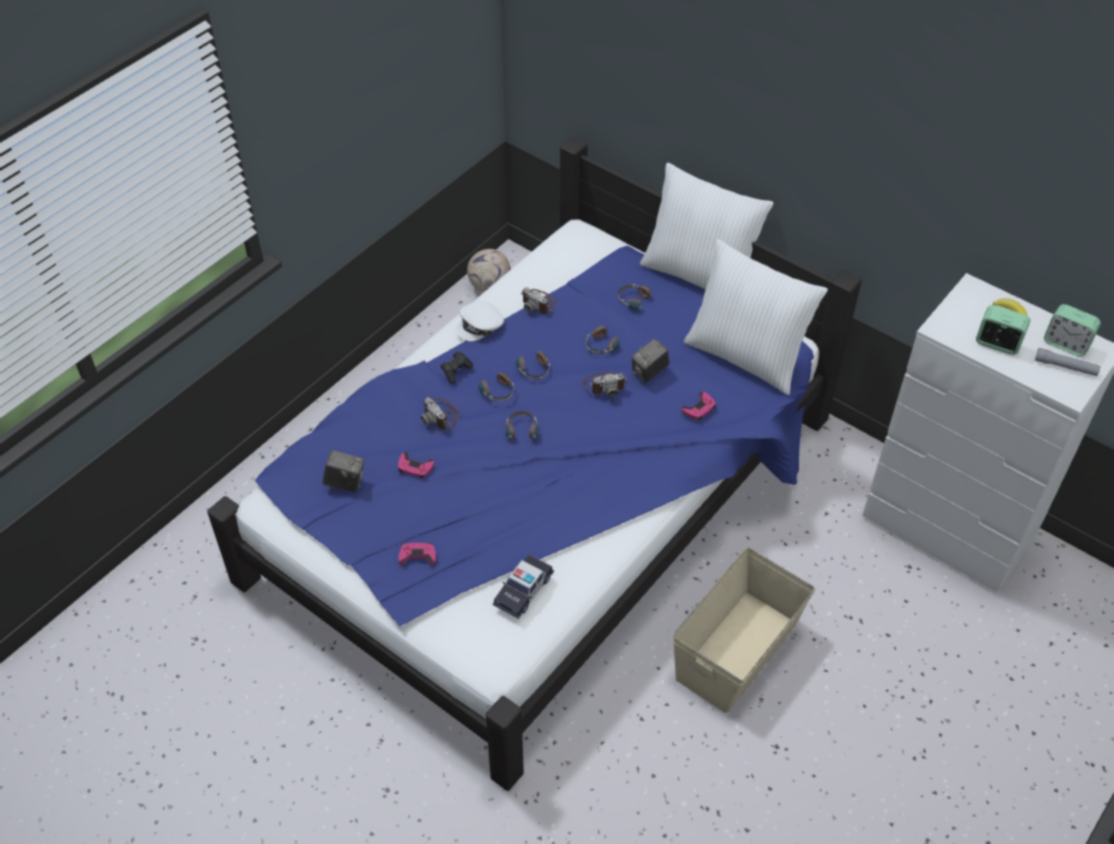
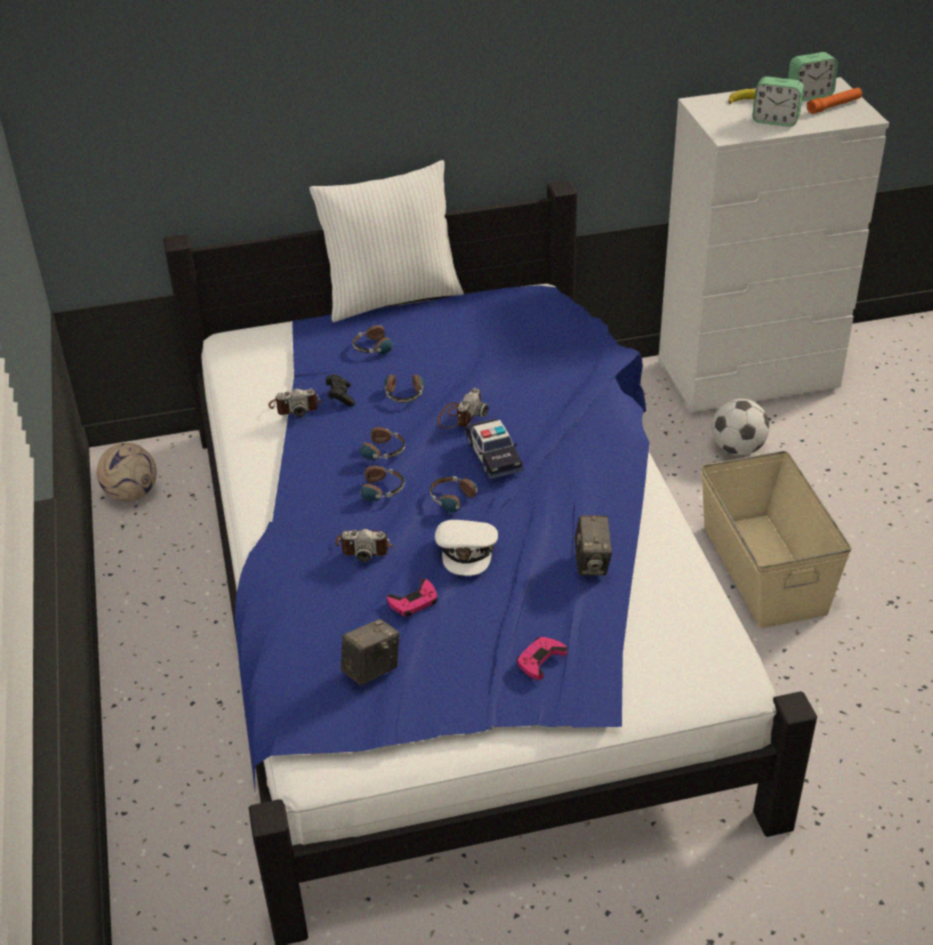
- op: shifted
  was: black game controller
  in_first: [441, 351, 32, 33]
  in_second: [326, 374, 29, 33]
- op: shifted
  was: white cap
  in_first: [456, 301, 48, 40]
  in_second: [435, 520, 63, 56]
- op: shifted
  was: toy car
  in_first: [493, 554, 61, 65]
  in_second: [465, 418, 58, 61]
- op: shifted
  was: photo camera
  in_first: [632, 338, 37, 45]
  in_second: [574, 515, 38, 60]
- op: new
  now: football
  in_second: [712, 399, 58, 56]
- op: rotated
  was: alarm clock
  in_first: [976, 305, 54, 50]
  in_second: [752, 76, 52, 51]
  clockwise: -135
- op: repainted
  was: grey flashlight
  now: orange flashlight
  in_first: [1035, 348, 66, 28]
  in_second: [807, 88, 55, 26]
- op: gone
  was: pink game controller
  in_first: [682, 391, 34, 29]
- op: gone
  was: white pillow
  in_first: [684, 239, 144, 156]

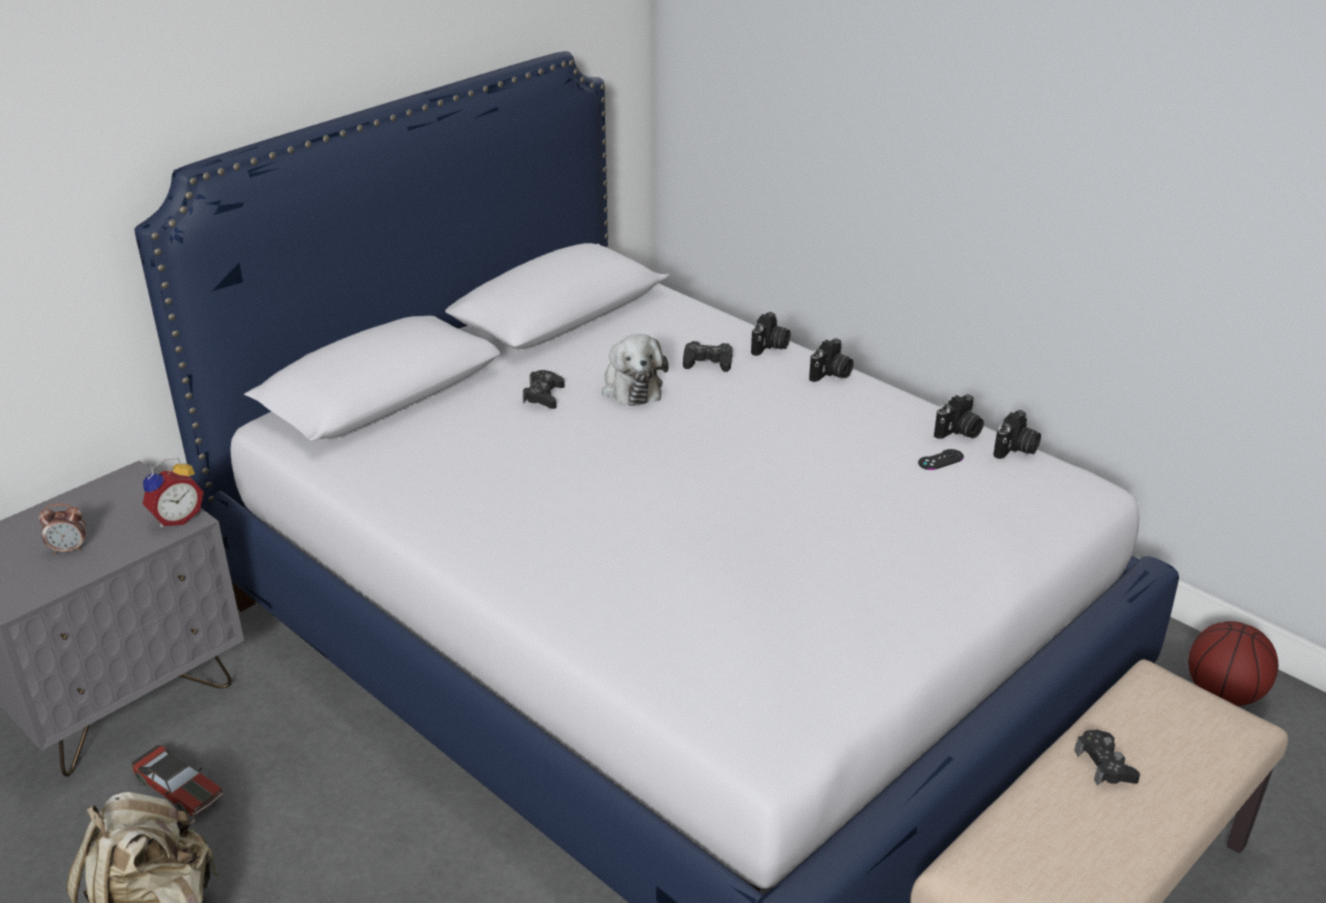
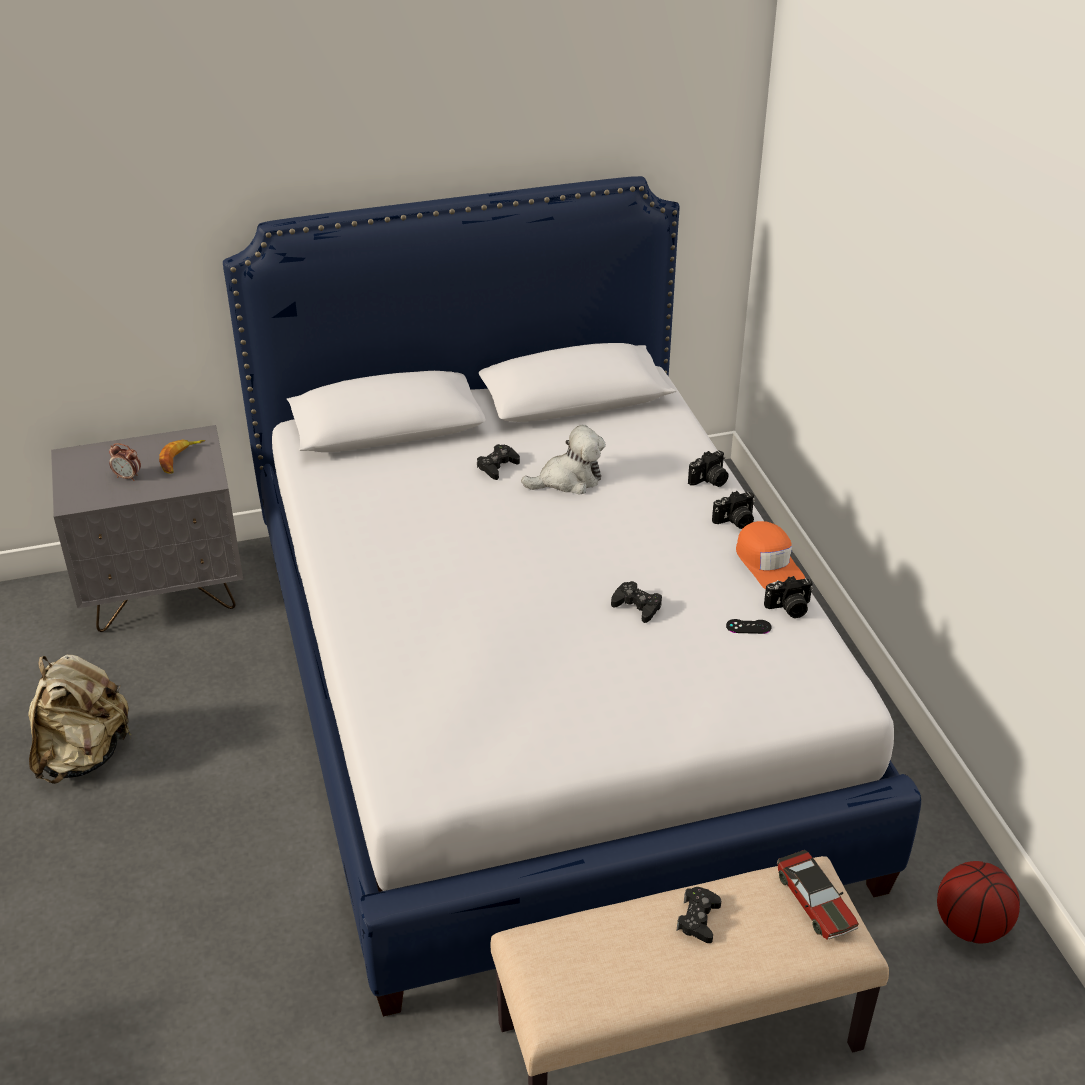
- op: new
  now: banana
  in_second: [159, 440, 46, 34]
- op: rotated
  was: plush toy
  in_first: [602, 334, 67, 72]
  in_second: [521, 425, 85, 70]
  clockwise: -120
- op: shifted
  was: black game controller
  in_first: [683, 341, 50, 31]
  in_second: [611, 581, 51, 42]
- op: new
  now: orange cap
  in_second: [736, 521, 69, 69]
- op: shifted
  was: toy car
  in_first: [131, 745, 92, 71]
  in_second: [777, 850, 82, 90]
- op: gone
  was: alarm clock
  in_first: [143, 457, 61, 71]
- op: gone
  was: photo camera
  in_first: [993, 410, 48, 49]

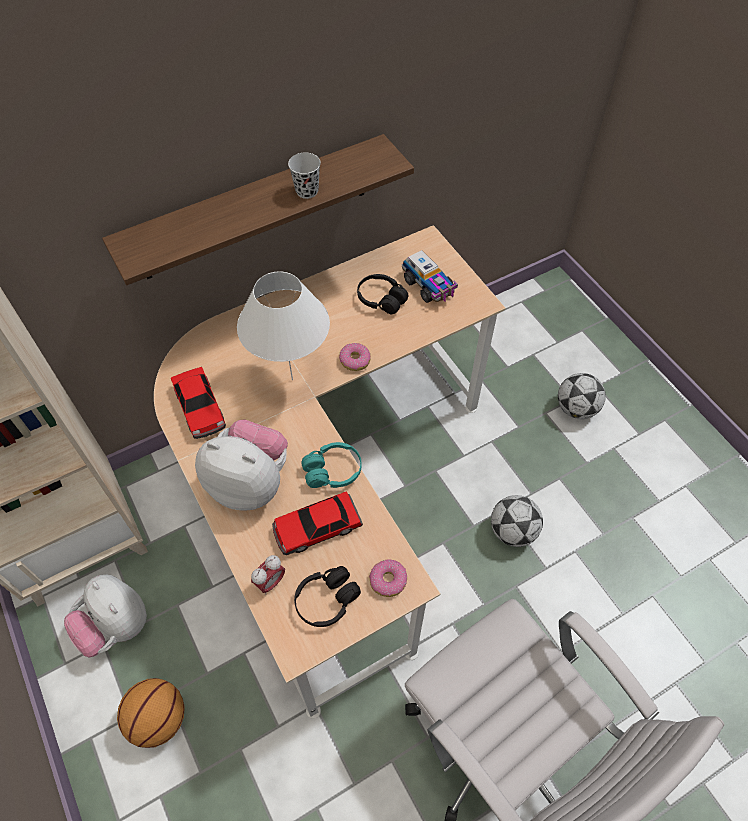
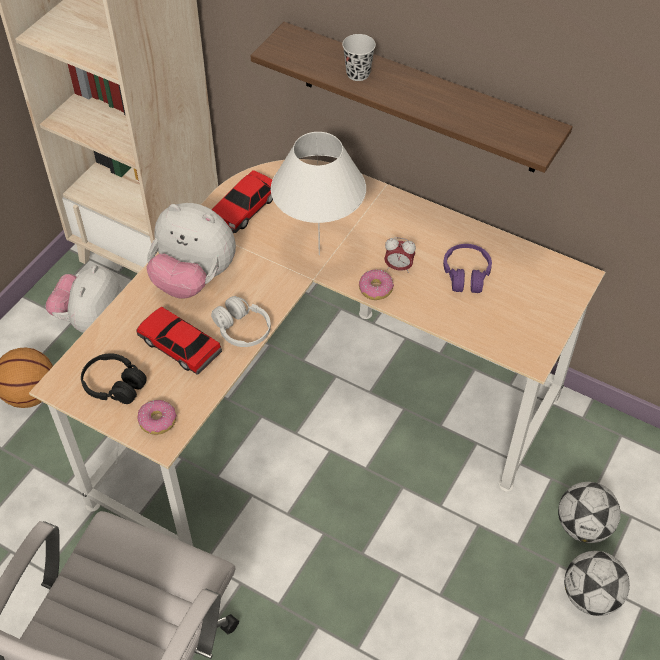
- op: rotated
  was: plush toy
  in_first: [195, 419, 93, 92]
  in_second: [146, 203, 90, 96]
  clockwise: 120
- op: repainted
  was: turquoise headphones
  now: white headphones
  in_first: [301, 442, 61, 46]
  in_second: [211, 296, 60, 51]
- op: shifted
  was: black cup
  in_first: [288, 152, 33, 47]
  in_second: [342, 34, 34, 47]
- op: shifted
  was: alarm clock
  in_first: [251, 555, 34, 39]
  in_second: [384, 237, 32, 36]
- op: repainted
  was: black headphones
  now: purple headphones
  in_first: [357, 274, 51, 40]
  in_second: [443, 244, 49, 49]
- op: shifted
  was: football
  in_first: [491, 495, 52, 52]
  in_second: [558, 482, 63, 61]
- op: gone
  was: toy truck
  in_first: [402, 250, 56, 53]

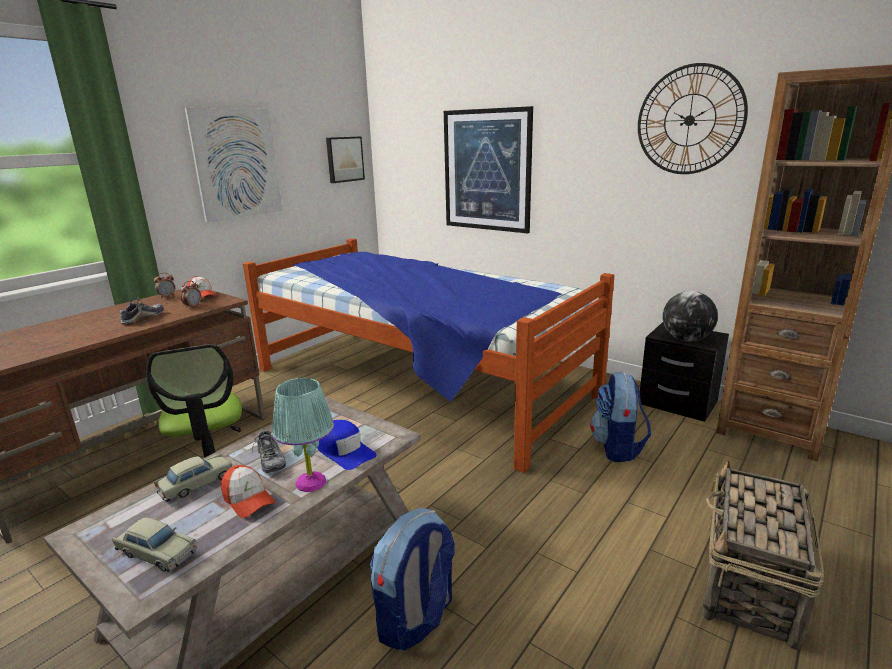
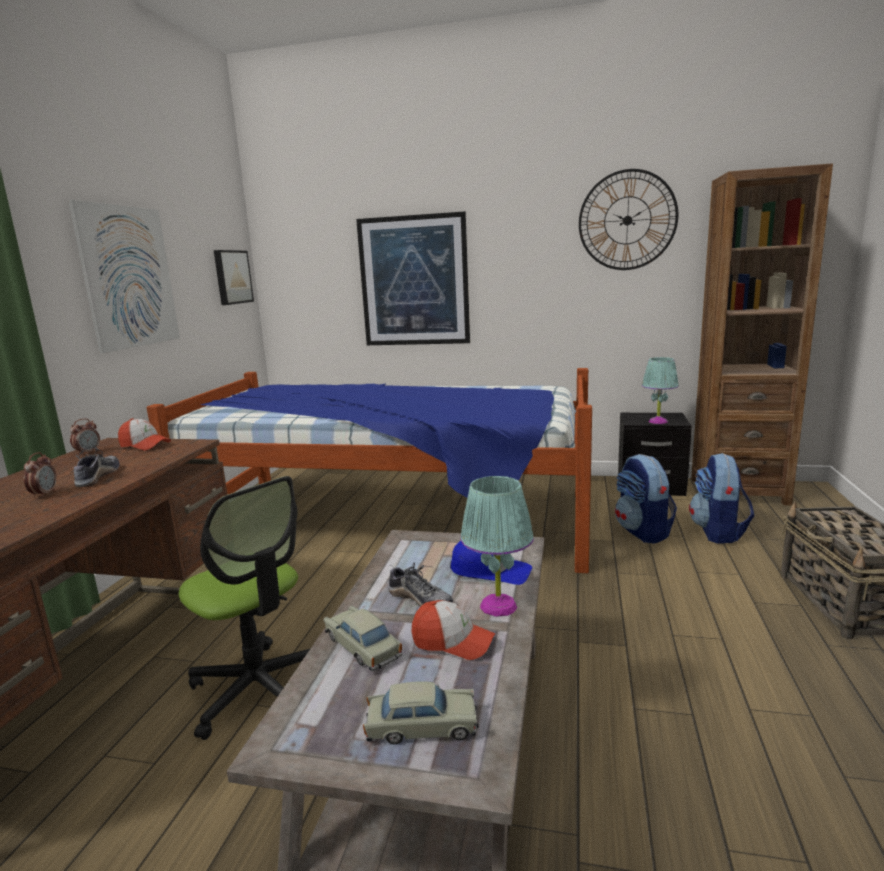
- op: shifted
  was: alarm clock
  in_first: [181, 281, 20, 26]
  in_second: [24, 452, 32, 46]
- op: rotated
  was: beige toy car
  in_first: [154, 453, 78, 49]
  in_second: [323, 606, 79, 65]
  clockwise: -60
- op: swapped
  was: globe
  now: turquoise table lamp
  in_first: [663, 291, 55, 51]
  in_second: [642, 357, 37, 67]
- op: shifted
  was: backpack
  in_first: [370, 508, 85, 143]
  in_second: [689, 453, 65, 91]

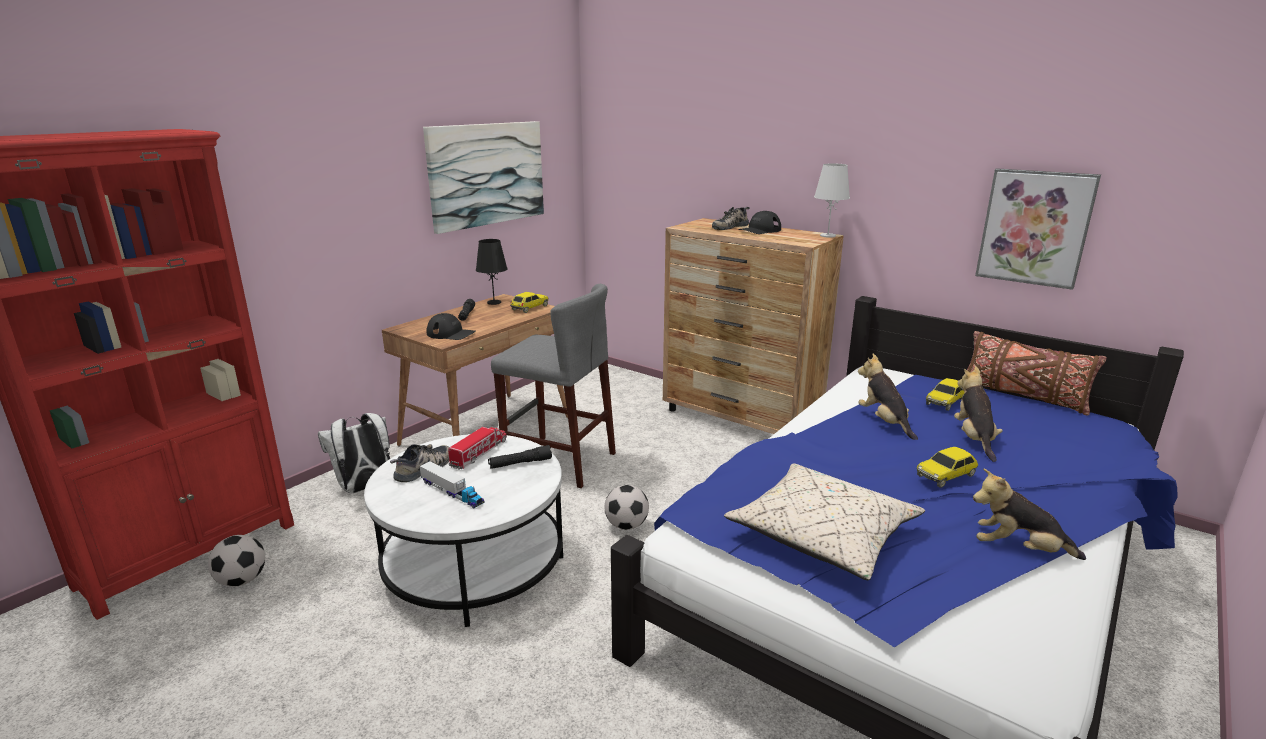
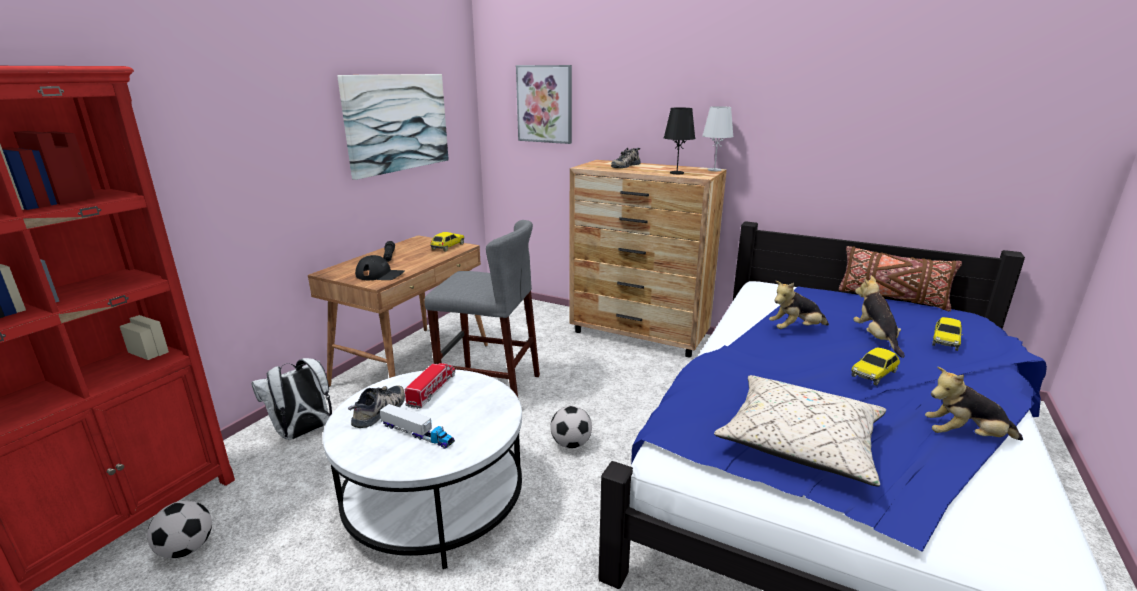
- op: shifted
  was: picture
  in_first: [975, 168, 126, 122]
  in_second: [516, 65, 56, 79]
- op: shifted
  was: black table lamp
  in_first: [476, 239, 32, 66]
  in_second: [664, 108, 32, 66]
- op: rotated
  was: plush toy
  in_first: [858, 354, 60, 86]
  in_second: [769, 281, 60, 48]
  clockwise: -75
- op: shifted
  was: toy car
  in_first: [926, 378, 38, 33]
  in_second: [932, 317, 31, 34]
- op: gone
  was: black flashlight
  in_first: [488, 445, 64, 24]
- op: gone
  was: black cap
  in_first: [738, 211, 43, 23]

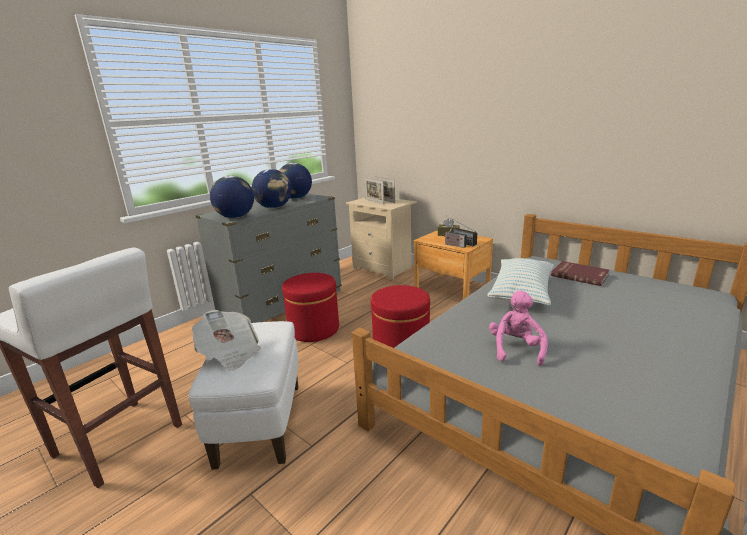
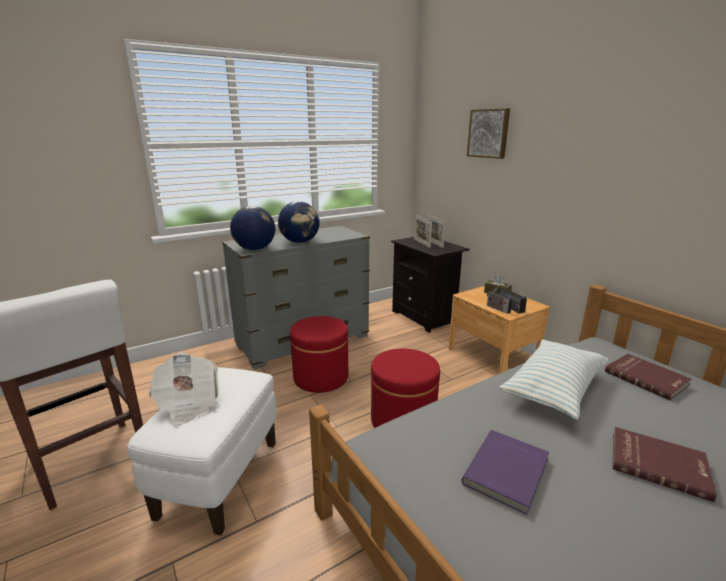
- op: repainted
  was: beige nightstand
  now: black nightstand
  in_first: [346, 197, 71, 83]
  in_second: [391, 237, 79, 96]
- op: swapped
  was: pink plush toy
  now: purple book
  in_first: [489, 290, 59, 76]
  in_second: [462, 430, 87, 85]
- op: new
  now: picture
  in_second: [467, 108, 43, 51]
- op: new
  now: red book
  in_second: [613, 427, 104, 75]
- op: gone
  was: globe
  in_first: [279, 163, 33, 36]

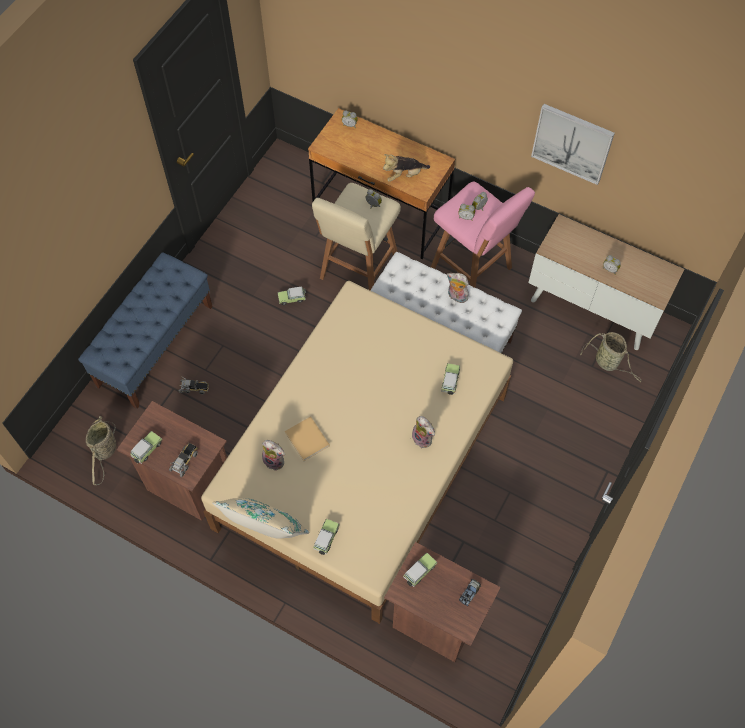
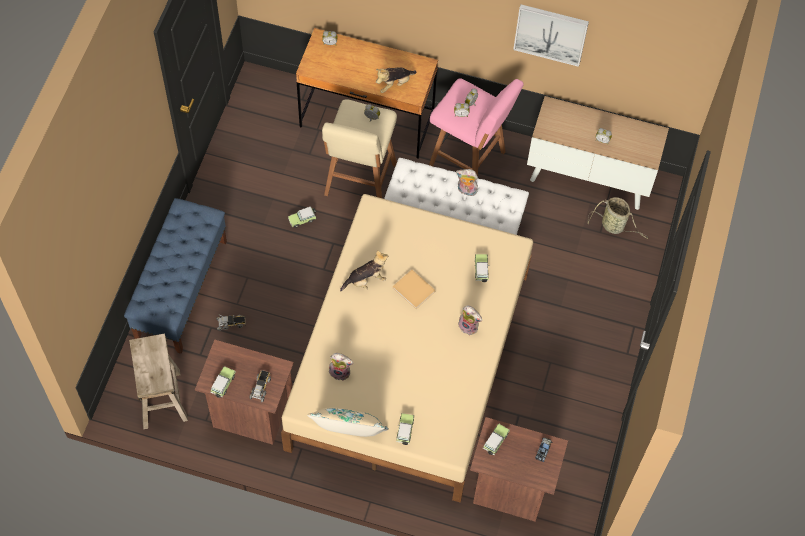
- op: swapped
  was: basket
  now: beige stool
  in_first: [86, 416, 30, 69]
  in_second: [129, 333, 59, 96]
- op: new
  now: plush toy
  in_second: [340, 250, 48, 41]
- op: shifted
  was: beige book
  in_first: [285, 416, 45, 45]
  in_second: [392, 269, 44, 40]

